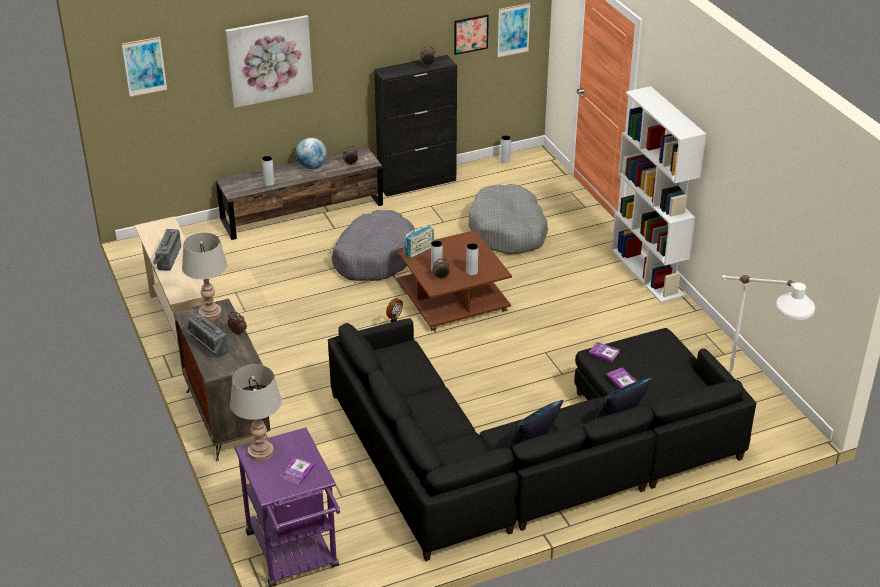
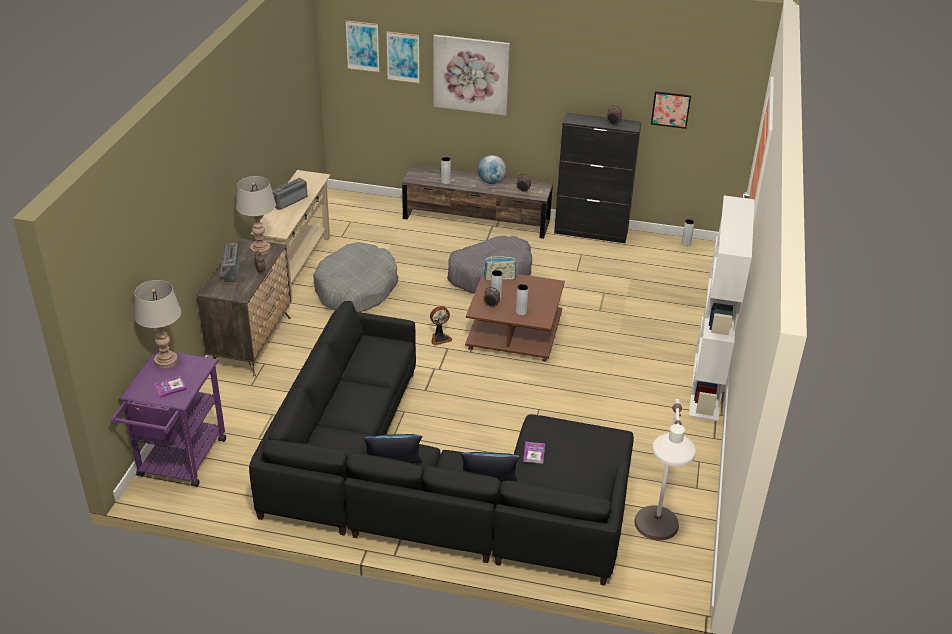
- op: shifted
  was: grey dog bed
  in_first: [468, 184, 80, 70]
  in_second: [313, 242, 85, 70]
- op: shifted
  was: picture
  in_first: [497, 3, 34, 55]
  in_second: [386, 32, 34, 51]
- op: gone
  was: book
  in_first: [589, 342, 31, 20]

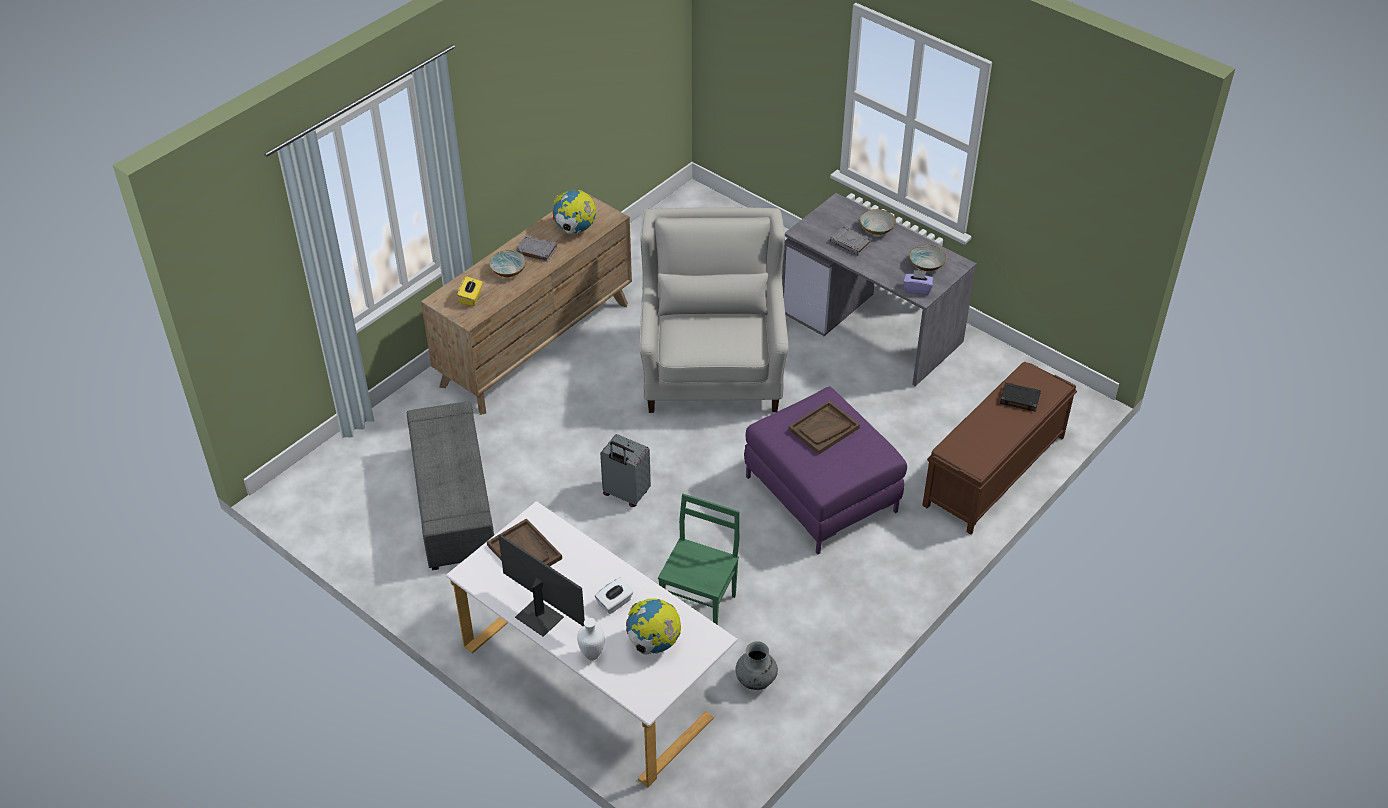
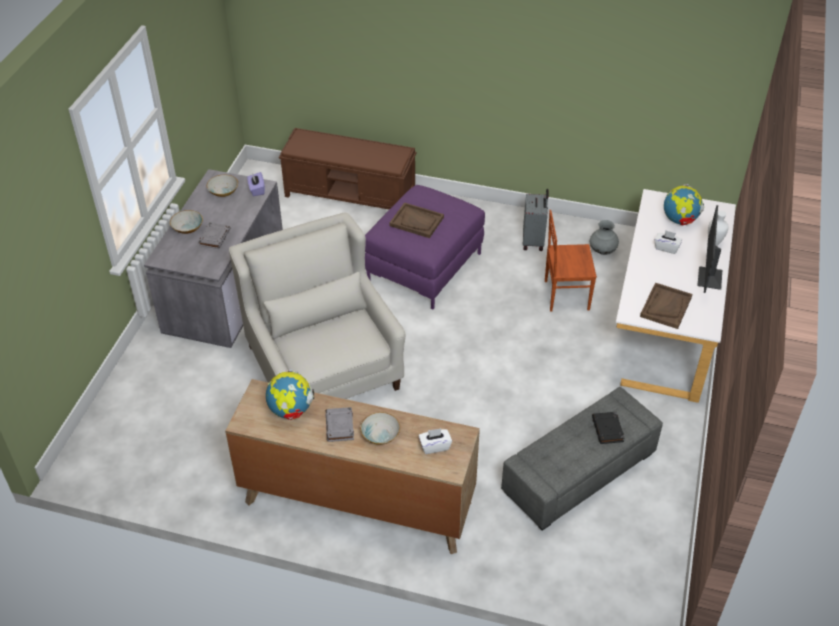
- op: rotated
  was: white armchair
  in_first: [639, 207, 149, 206]
  in_second: [229, 212, 177, 187]
  clockwise: 90
- op: repainted
  was: yellow tissue box
  now: white tissue box
  in_first: [457, 276, 26, 30]
  in_second: [419, 428, 33, 26]
- op: shifted
  was: grey suitcase
  in_first: [600, 434, 51, 73]
  in_second: [523, 189, 25, 62]
- op: repainted
  was: green chair
  now: brown chair
  in_first: [658, 494, 82, 131]
  in_second: [545, 210, 52, 102]
- op: shifted
  was: black book
  in_first: [1000, 383, 41, 29]
  in_second: [592, 412, 33, 32]

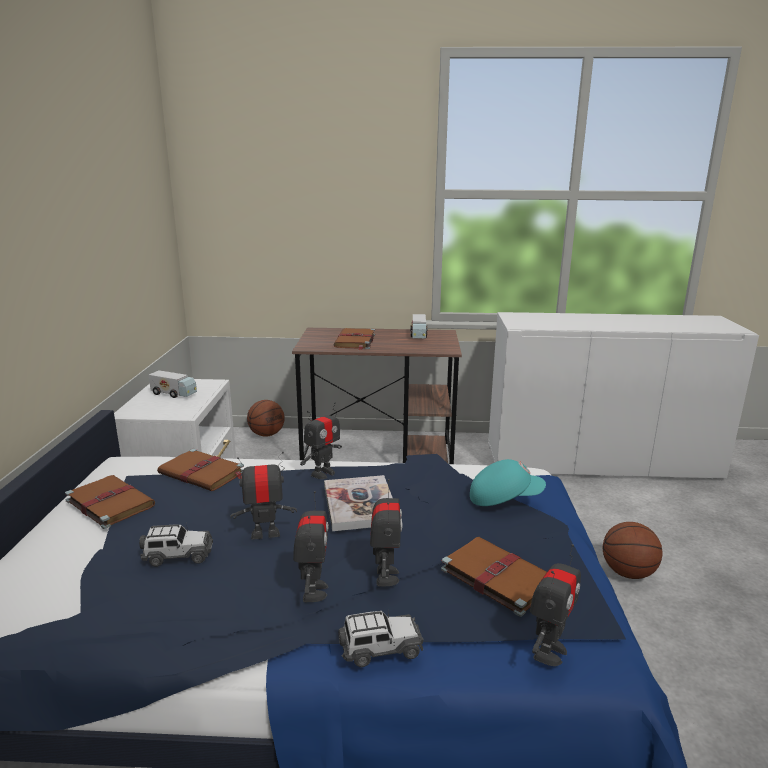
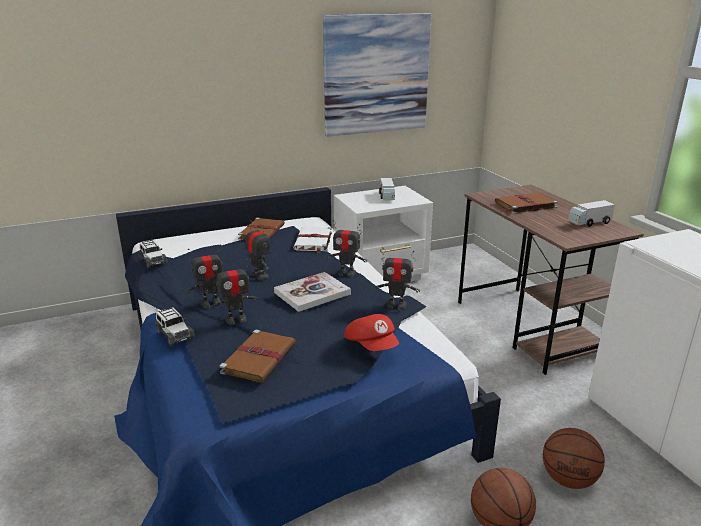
- op: shifted
  was: toy car
  in_first: [139, 523, 74, 44]
  in_second: [139, 240, 28, 28]
- op: repainted
  was: brown book
  now: white book
  in_first: [157, 449, 87, 42]
  in_second: [293, 227, 39, 26]
- op: new
  now: picture
  in_second: [323, 13, 108, 124]
- op: repainted
  was: turquoise cap
  now: red cap
  in_first: [470, 459, 76, 47]
  in_second: [344, 314, 55, 37]
- op: shifted
  was: toy robot
  in_first: [530, 544, 51, 122]
  in_second: [374, 247, 46, 62]
- op: shifted
  was: basketball
  in_first: [247, 400, 38, 37]
  in_second: [543, 428, 62, 61]

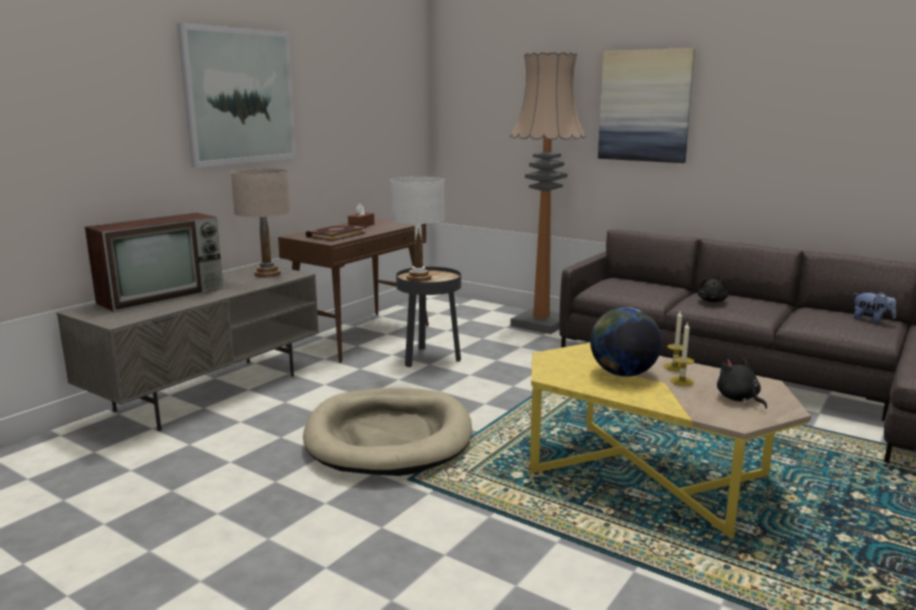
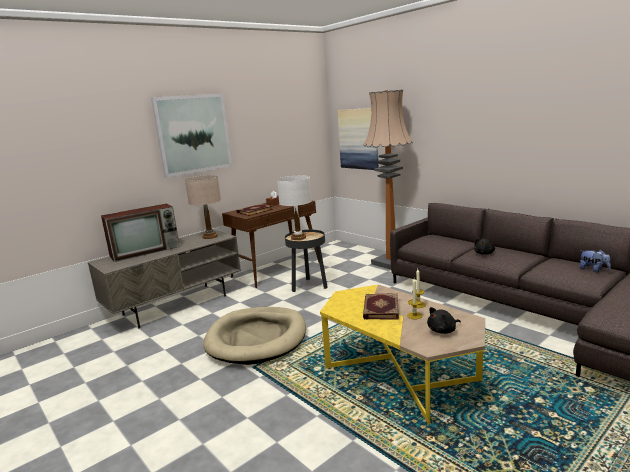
- op: shifted
  was: picture
  in_first: [598, 48, 97, 115]
  in_second: [337, 108, 42, 62]
- op: swapped
  was: globe
  now: book
  in_first: [590, 307, 72, 70]
  in_second: [363, 293, 36, 27]
- op: rotated
  was: black plush toy
  in_first: [717, 358, 50, 51]
  in_second: [427, 307, 34, 27]
  clockwise: -105

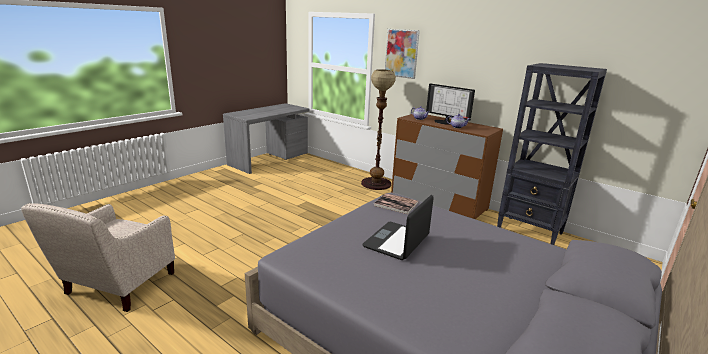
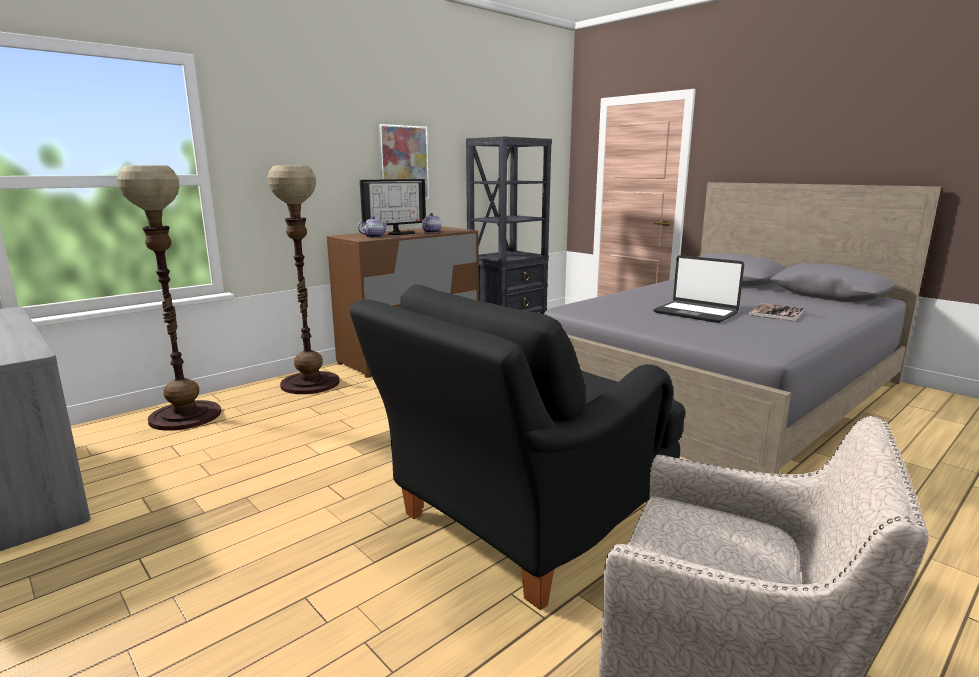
- op: new
  now: floor lamp
  in_second: [117, 165, 104, 266]
- op: new
  now: black armchair
  in_second: [349, 285, 336, 325]
- op: shifted
  was: picture
  in_first: [385, 29, 35, 50]
  in_second: [378, 124, 51, 75]
- op: shifted
  was: book
  in_first: [374, 193, 45, 21]
  in_second: [748, 303, 56, 18]

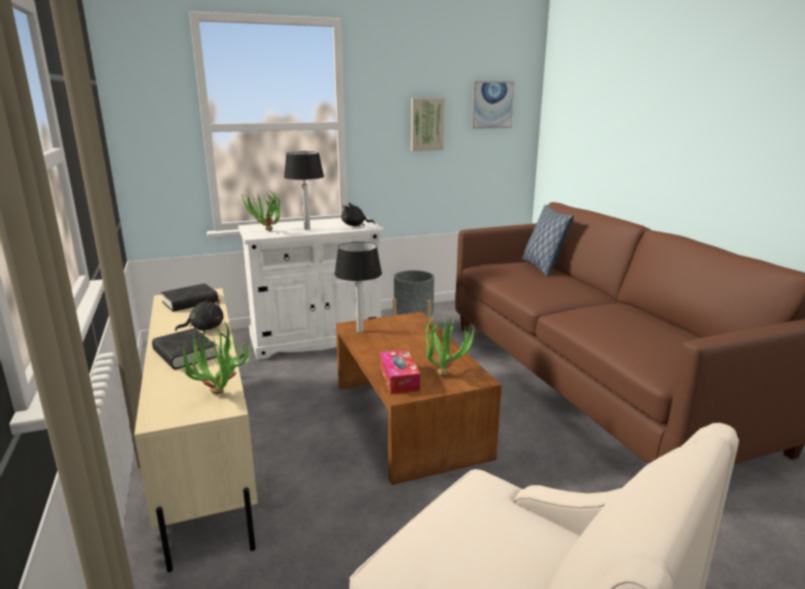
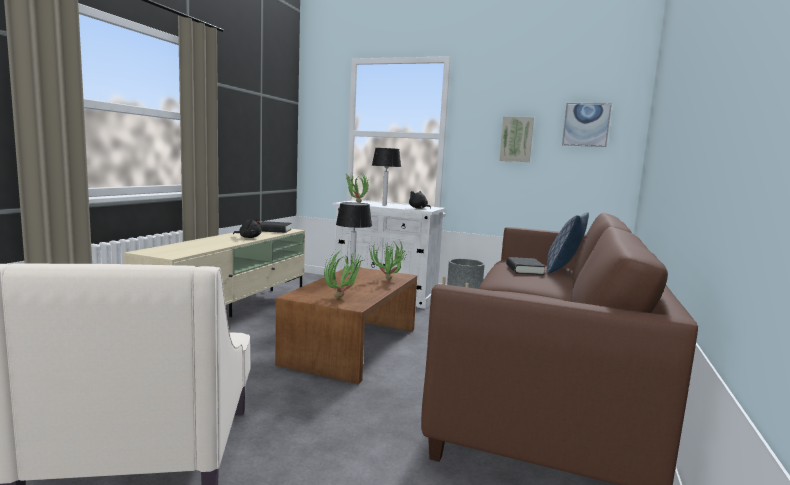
- op: shifted
  was: potted plant
  in_first: [180, 321, 74, 74]
  in_second: [369, 241, 37, 39]
- op: shifted
  was: black book
  in_first: [152, 328, 65, 42]
  in_second: [506, 257, 39, 18]
- op: gone
  was: tissue box
  in_first: [380, 350, 40, 44]

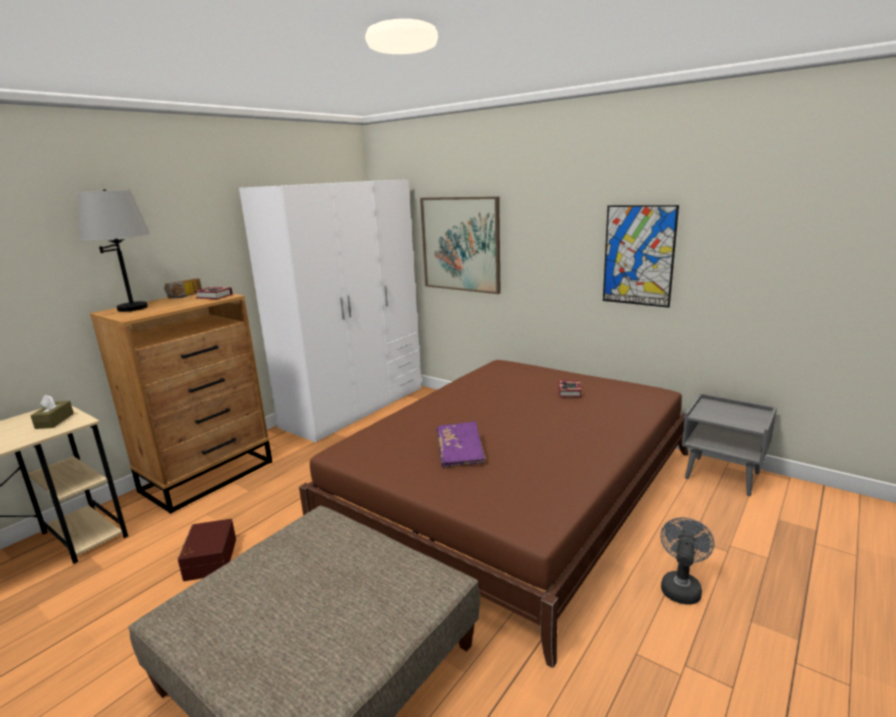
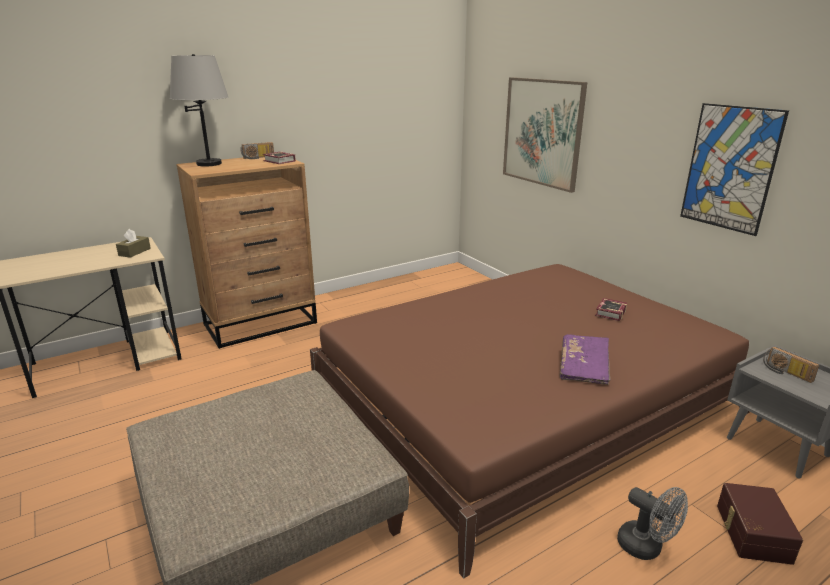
- op: shifted
  was: purple book
  in_first: [436, 421, 50, 47]
  in_second: [559, 334, 51, 51]
- op: rotated
  was: grey fan
  in_first: [660, 517, 54, 87]
  in_second: [617, 487, 71, 73]
  clockwise: 90
- op: shifted
  was: brown storage box
  in_first: [178, 519, 58, 62]
  in_second: [717, 483, 86, 82]
- op: new
  now: radio
  in_second: [763, 347, 56, 36]
- op: gone
  was: white wardrobe
  in_first: [239, 179, 182, 264]

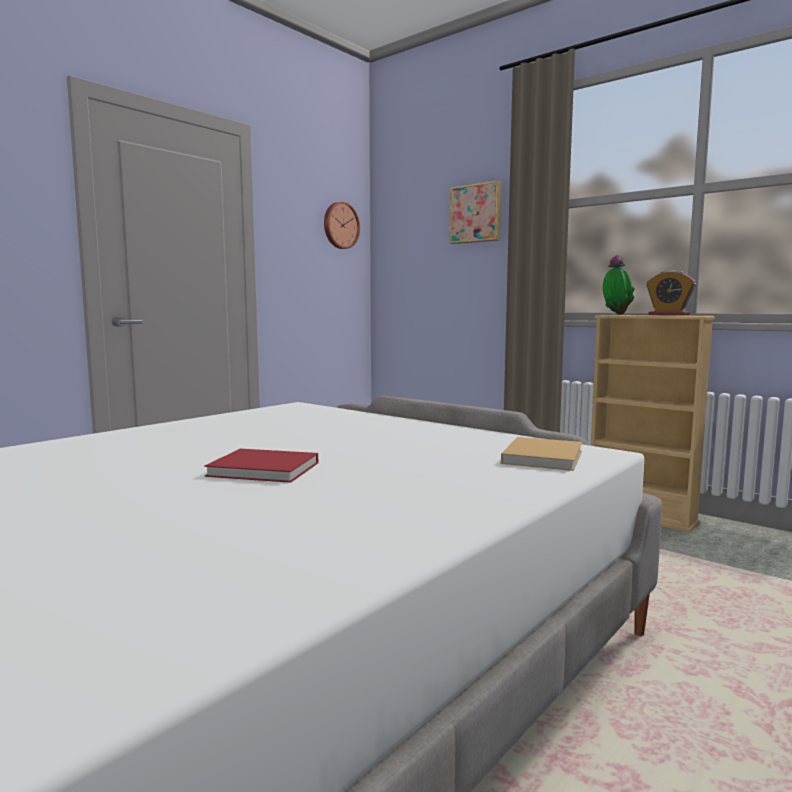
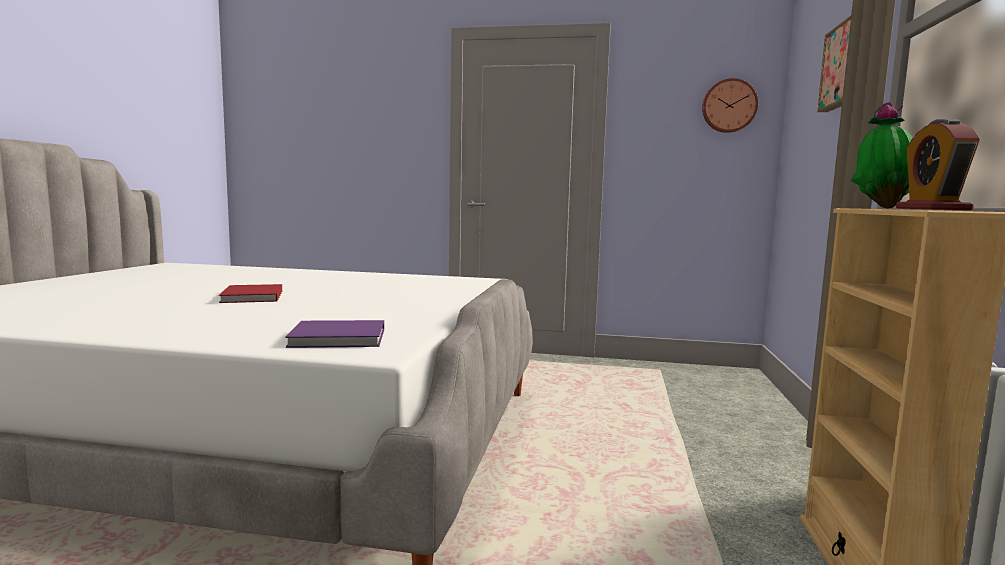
- op: repainted
  was: beige book
  now: purple book
  in_first: [501, 437, 81, 34]
  in_second: [285, 320, 99, 28]

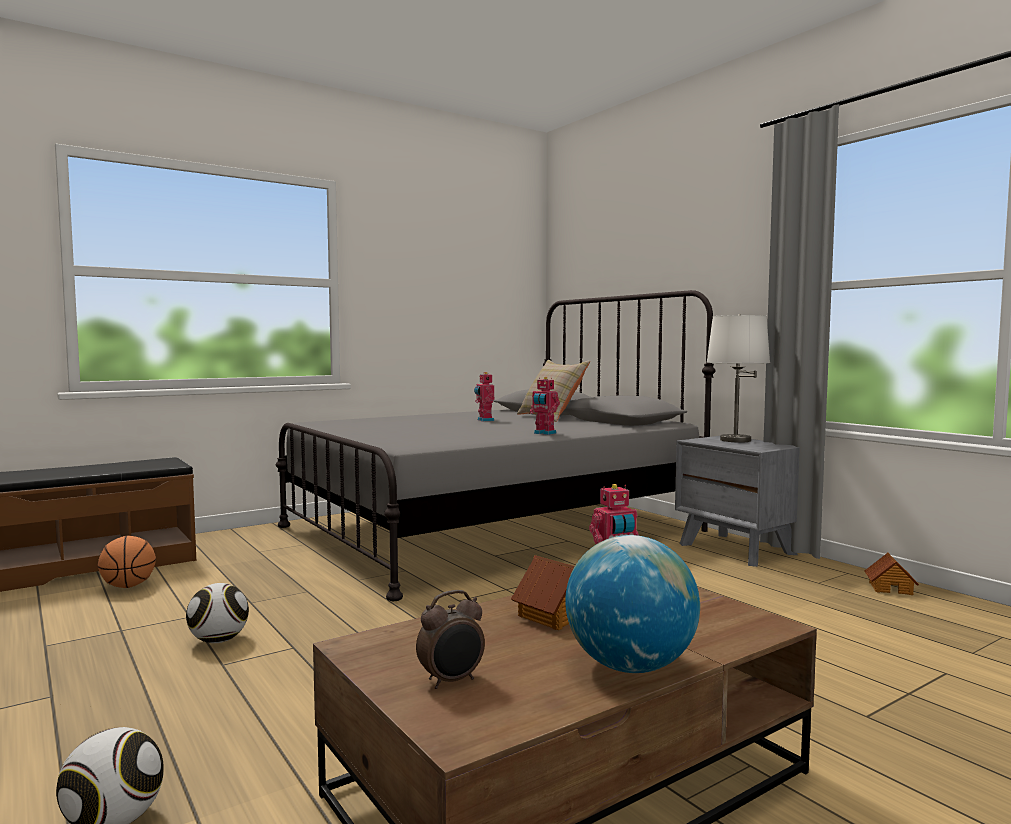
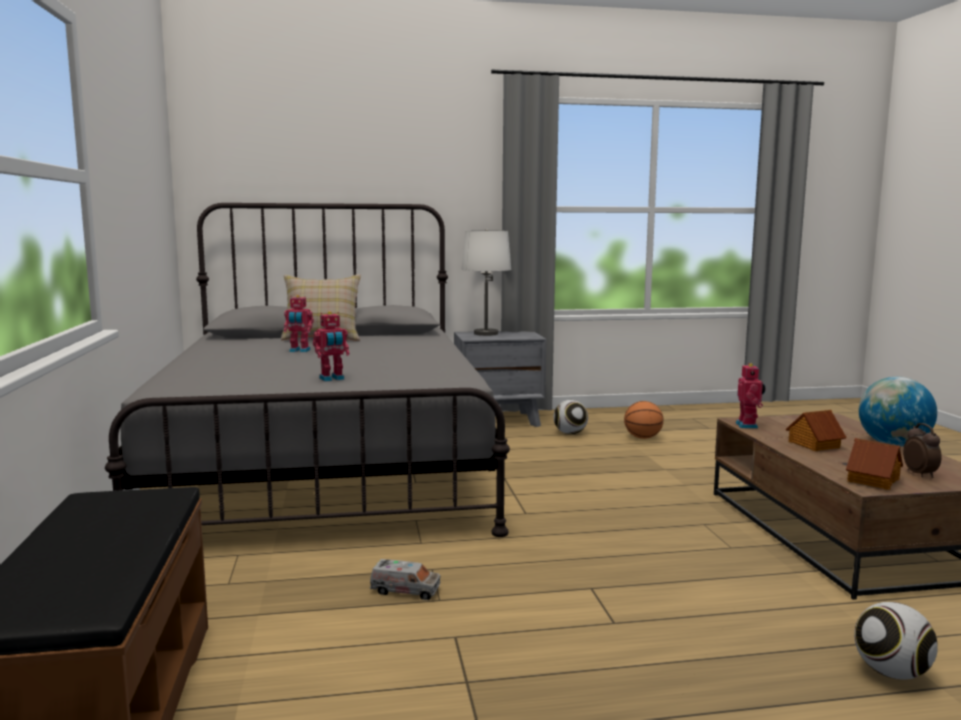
- op: shifted
  was: toy robot
  in_first: [530, 377, 30, 58]
  in_second: [313, 311, 36, 71]
- op: new
  now: toy truck
  in_second: [370, 559, 70, 41]
- op: shifted
  was: football
  in_first: [186, 583, 63, 60]
  in_second: [553, 400, 35, 34]
- op: shifted
  was: basketball
  in_first: [98, 536, 58, 52]
  in_second: [624, 401, 40, 38]
- op: shifted
  was: toy house
  in_first: [864, 552, 55, 43]
  in_second: [846, 438, 57, 52]

